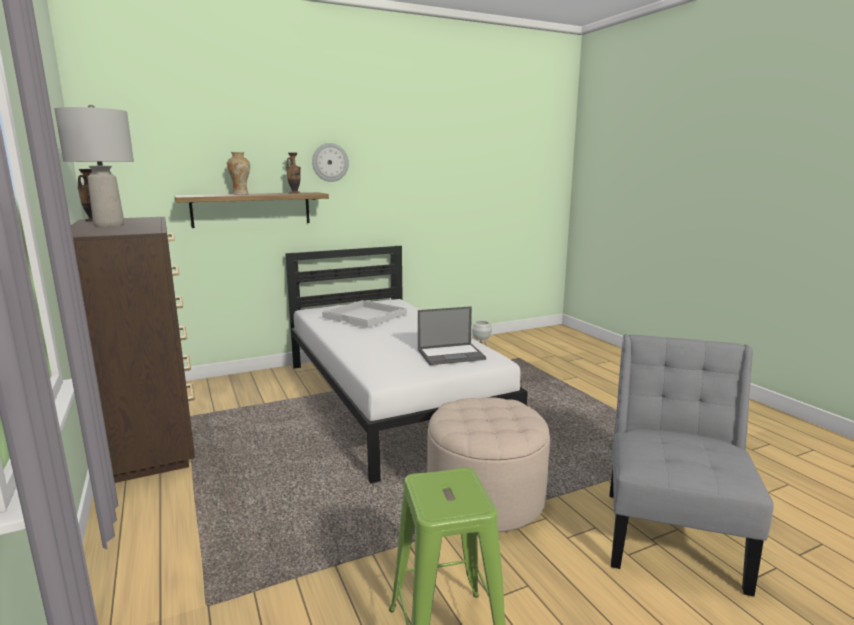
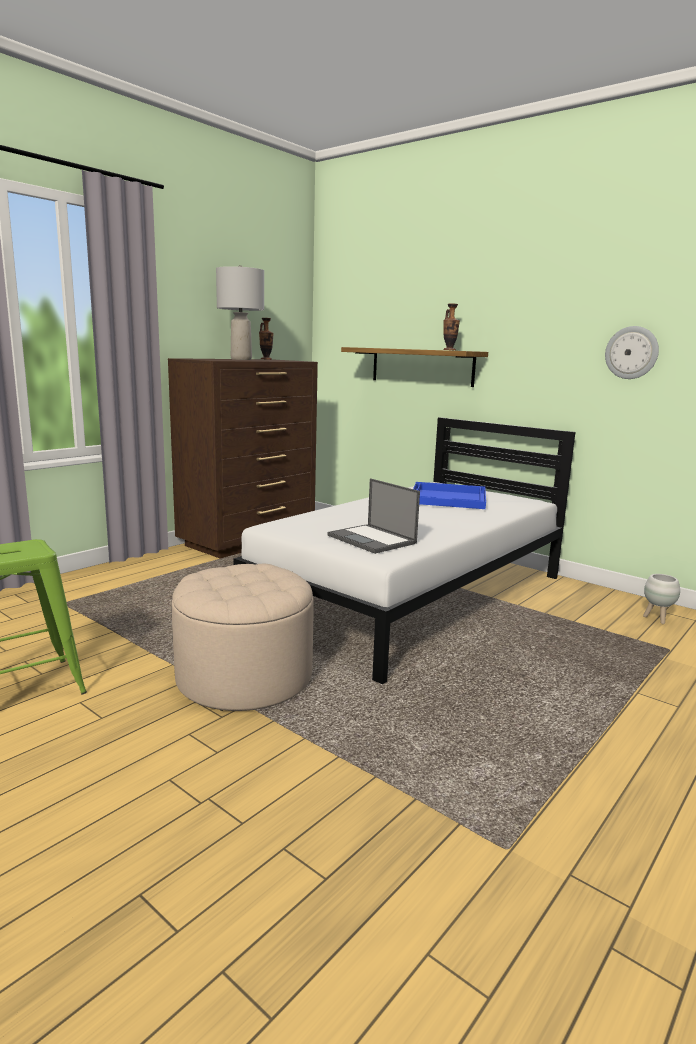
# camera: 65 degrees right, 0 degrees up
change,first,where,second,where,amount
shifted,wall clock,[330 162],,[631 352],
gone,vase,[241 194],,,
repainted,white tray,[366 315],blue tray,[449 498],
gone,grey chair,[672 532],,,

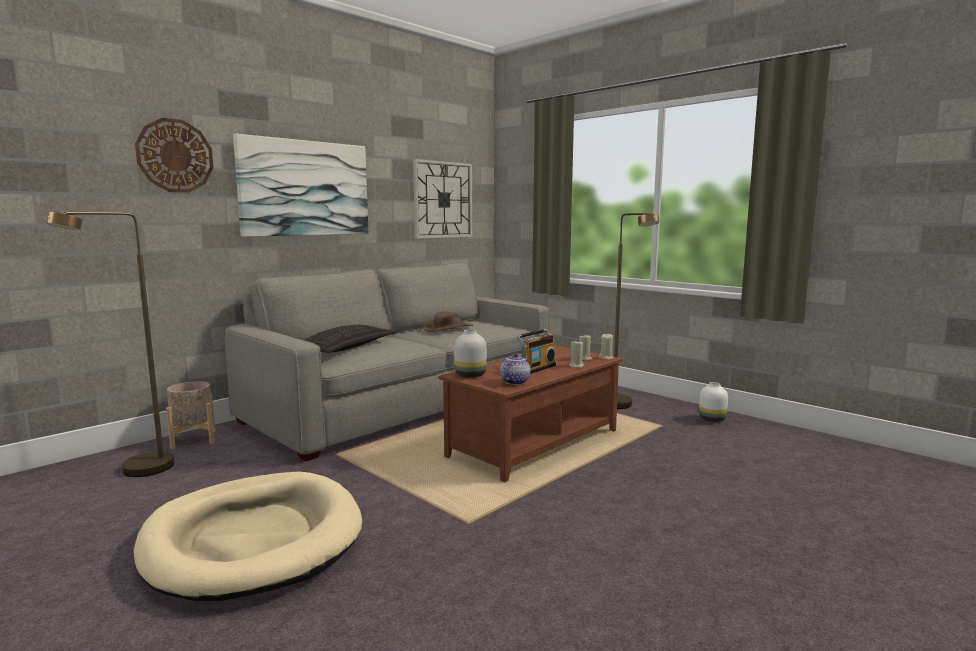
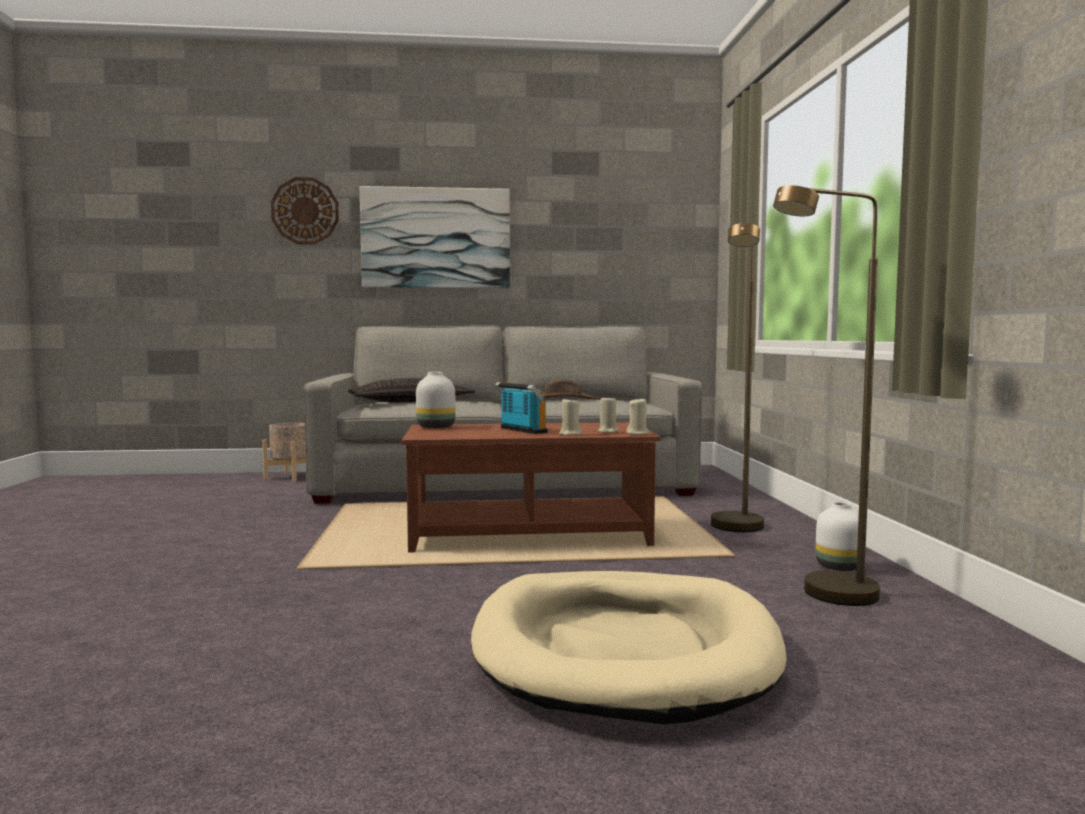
# camera: 40 degrees right, 5 degrees down
change,first,where,second,where,amount
gone,wall clock,[443 200],,,
shifted,brown floor lamp,[137 472],,[826 597],
rotated,radio,[536 368],,[521 430],120 degrees counterclockwise
gone,teapot,[515 382],,,
shifted,beige dog bed,[253 540],,[623 650],

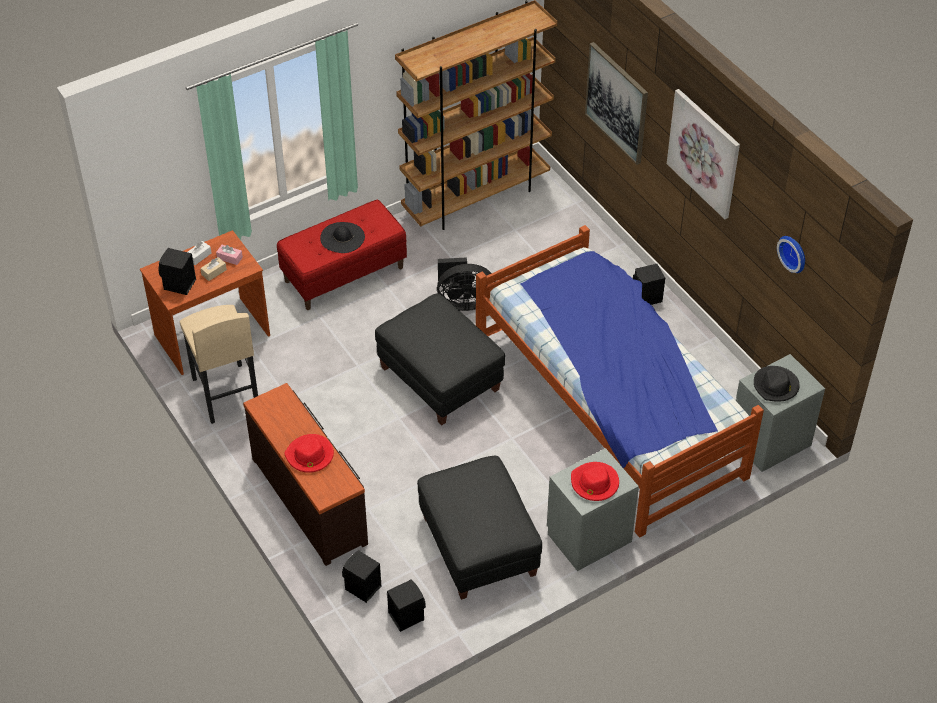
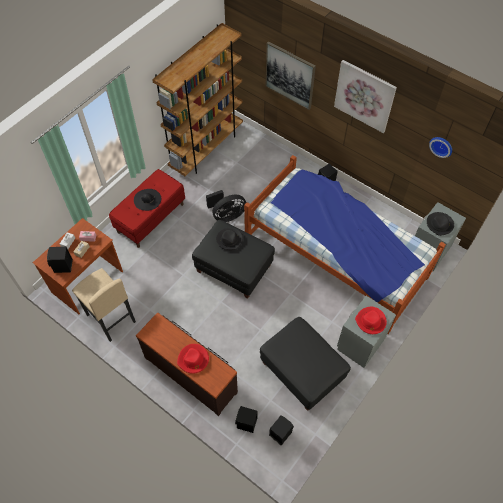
# camera: 20 degrees left, 10 degrees up
change,first,where,second,where,amount
new,,,black hat,[229 239],

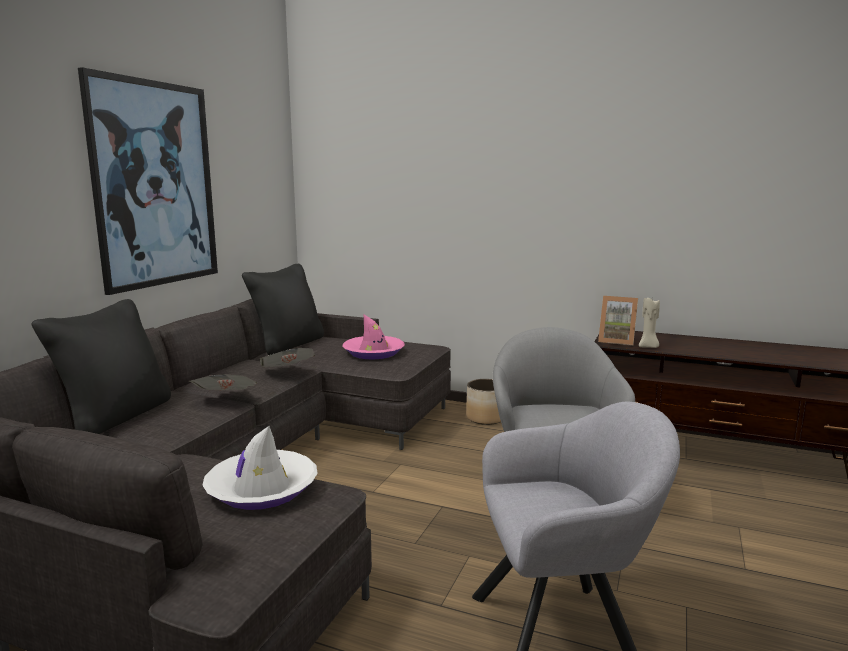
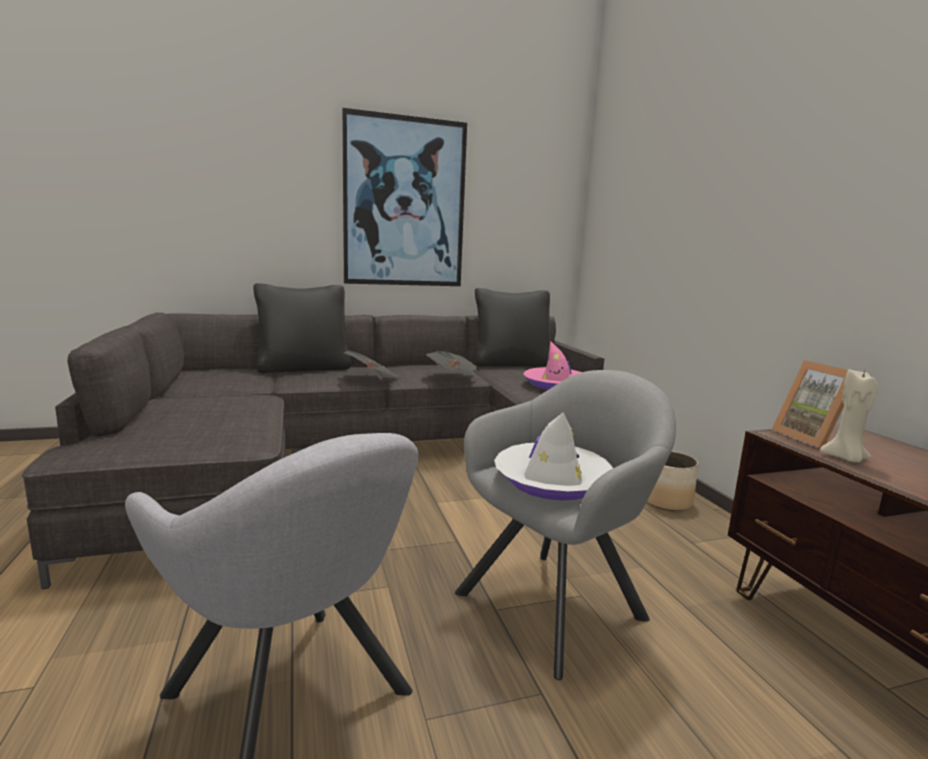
# camera: 50 degrees right, 0 degrees up
change,first,where,second,where,amount
shifted,white hat,[261 489],,[552 481],

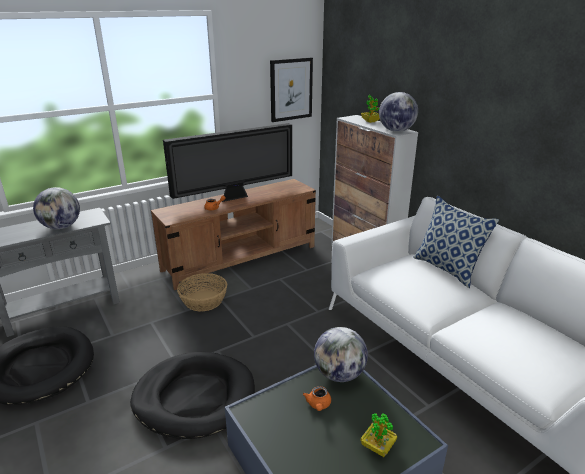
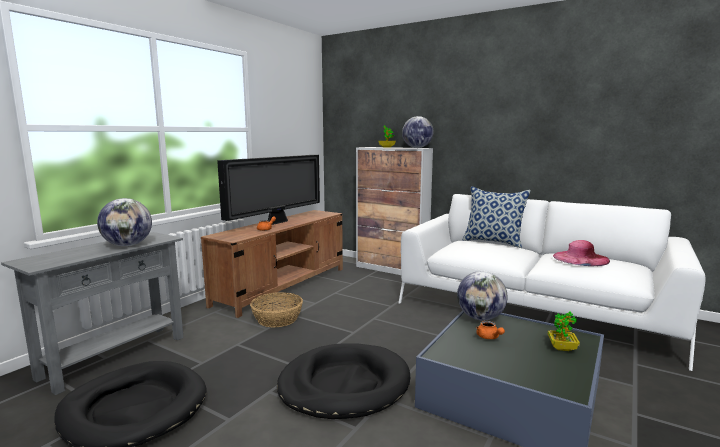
# camera: 25 degrees left, 15 degrees down
change,first,where,second,where,amount
gone,picture,[291 89],,,
new,,,pink hat,[580 258],

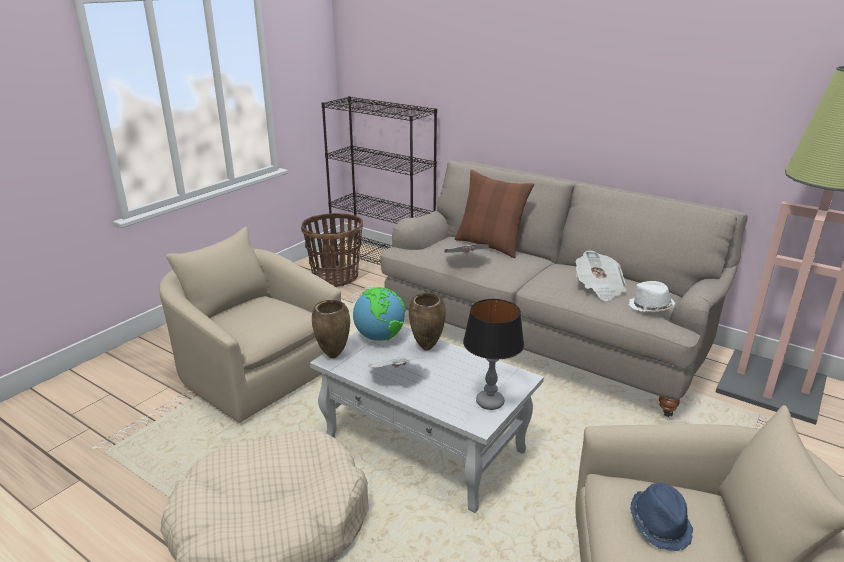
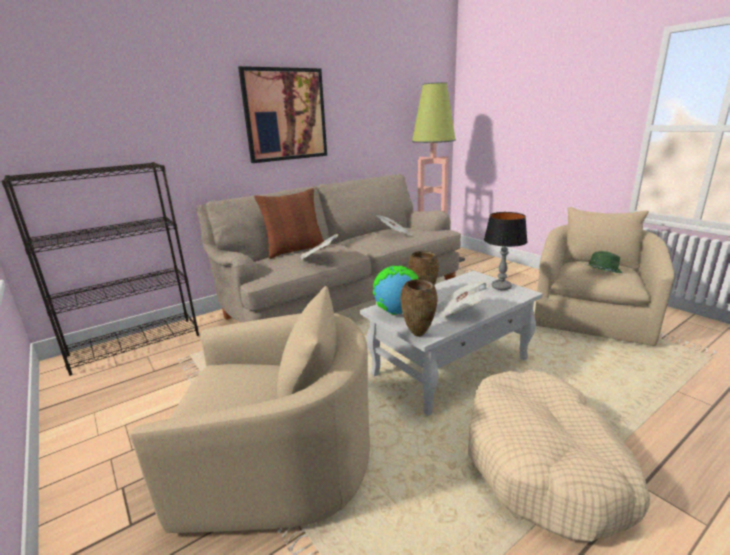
# camera: 70 degrees left, 5 degrees down
change,first,where,second,where,amount
gone,basket,[335 278],,,
rotated,beige armchair,[255 370],,[278 462],150 degrees counterclockwise
gone,white hat,[650 307],,,
repainted,blue hat,[660 525],green hat,[602 271],
new,,,picture,[285 115],

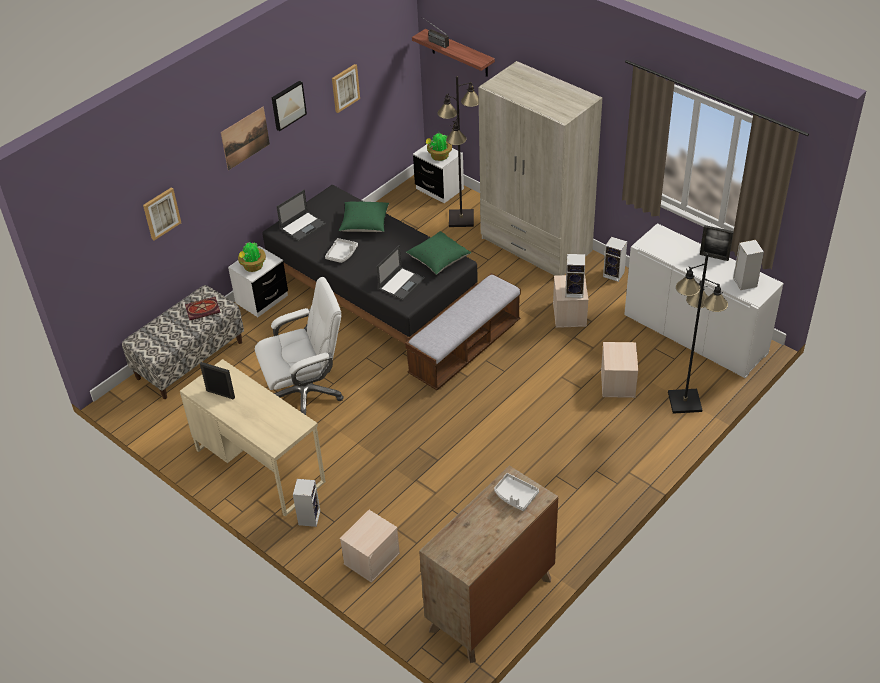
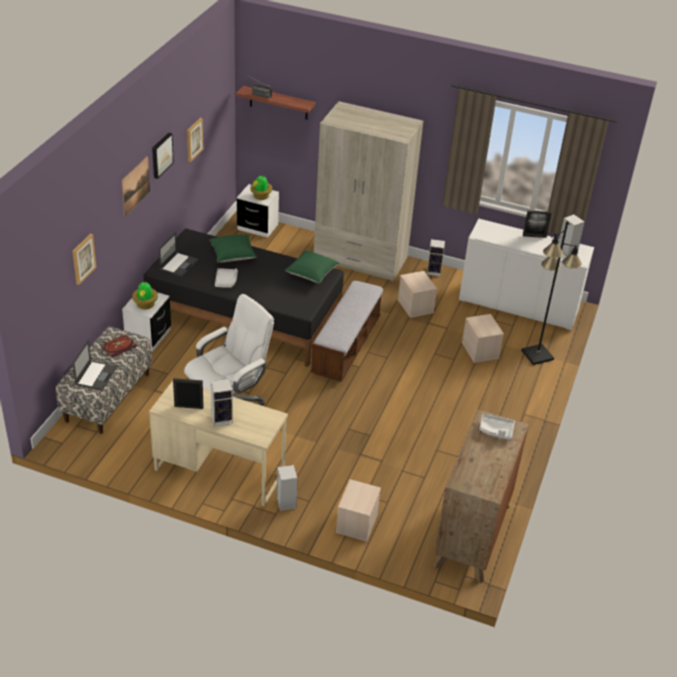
# camera: 25 degrees left, 5 degrees down
change,first,where,second,where,amount
gone,black floor lamp,[461 219],,,
shifted,laptop,[401 283],,[96 375],
shifted,speaker,[575 291],,[222 418],

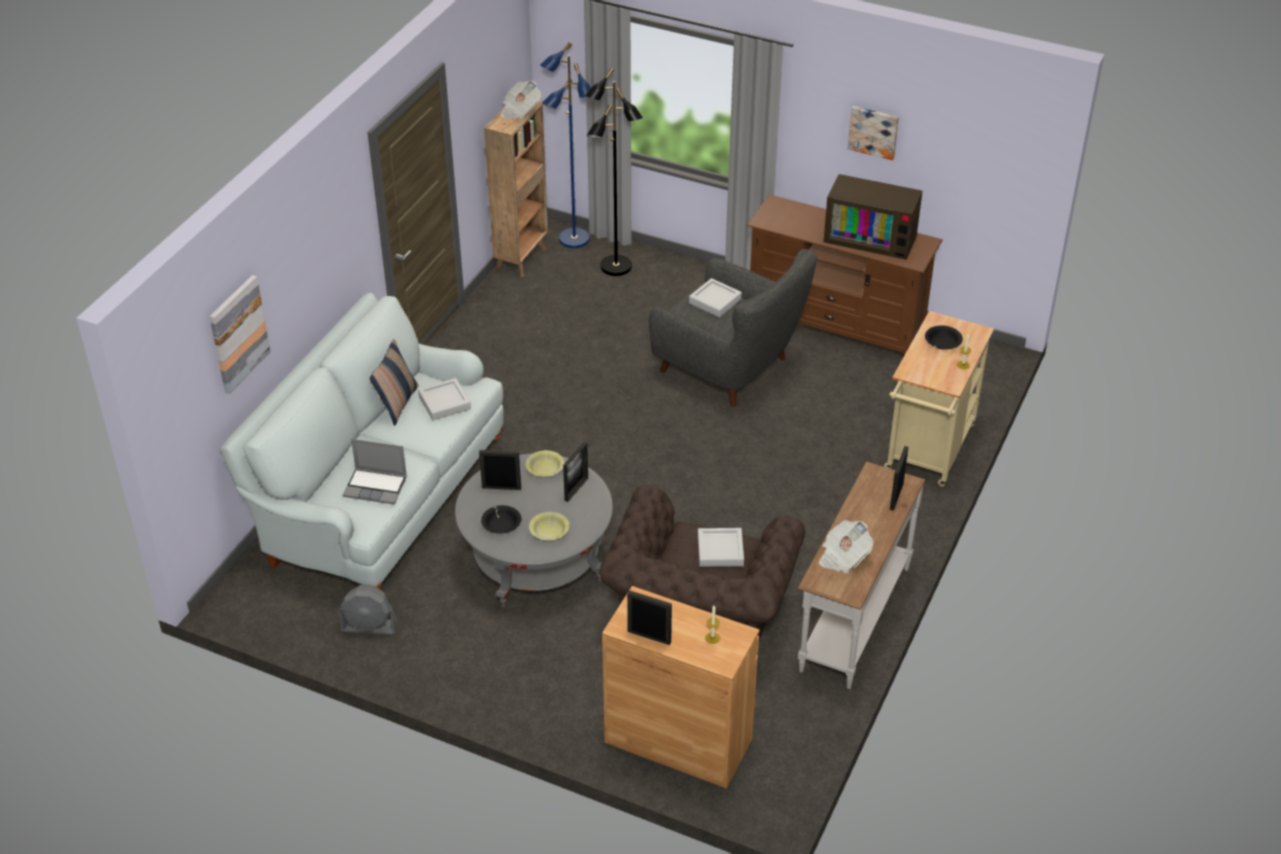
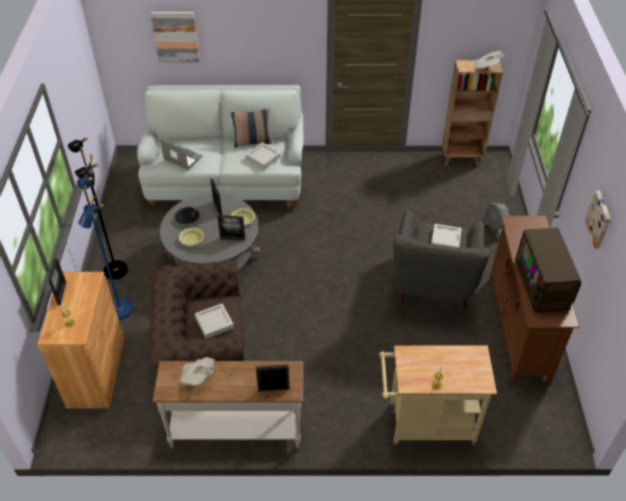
# camera: 65 degrees right, 5 degrees up
change,first,where,second,where,amount
shifted,blue floor lamp,[573 239],,[119 309],
shifted,black floor lamp,[615 267],,[115 270],
gone,black bowl,[942 342],,,
rotated,laptop,[376 486],,[182 158],135 degrees clockwise
shifted,grey fan,[369 626],,[495 228],

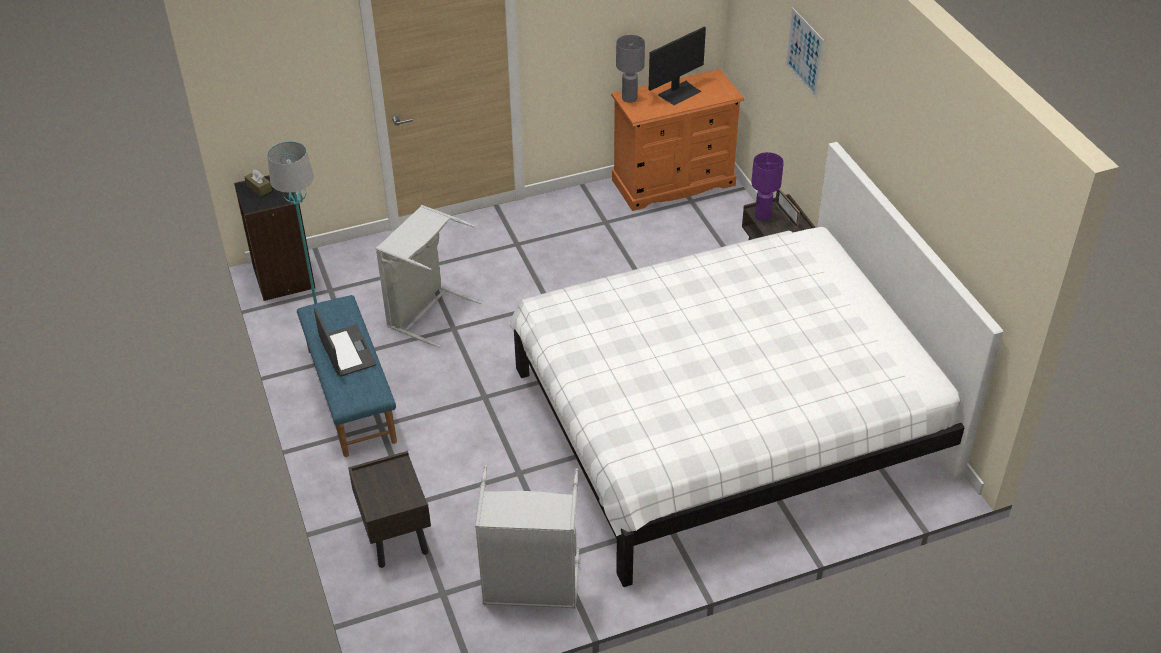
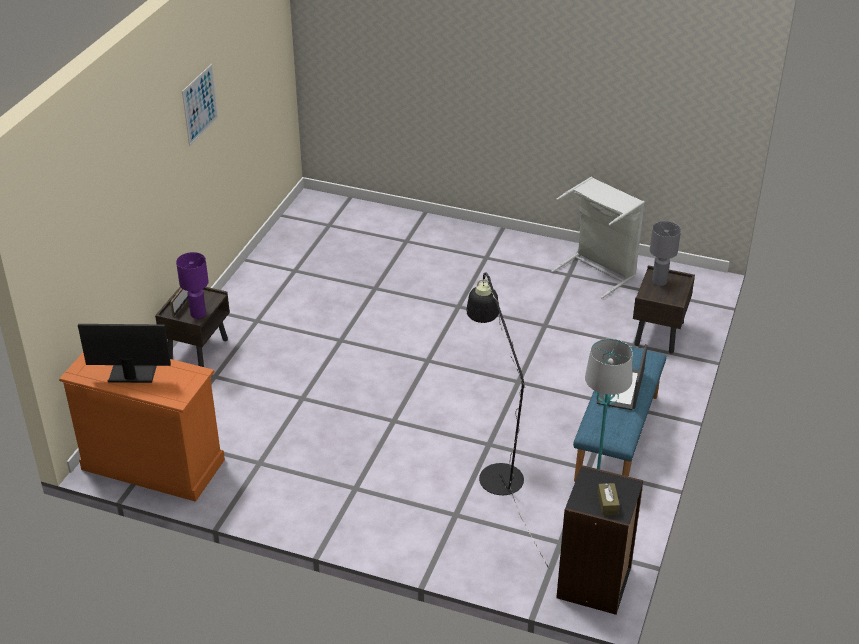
# camera: 140 degrees left, 5 degrees down
change,first,where,second,where,amount
shifted,picture,[804 52],,[200 104],
shifted,grey table lamp,[629 98],,[659 282],
gone,white bed,[727 420],,,
swapped,grey laundry basket,[426 312],black floor lamp,[496 471],

